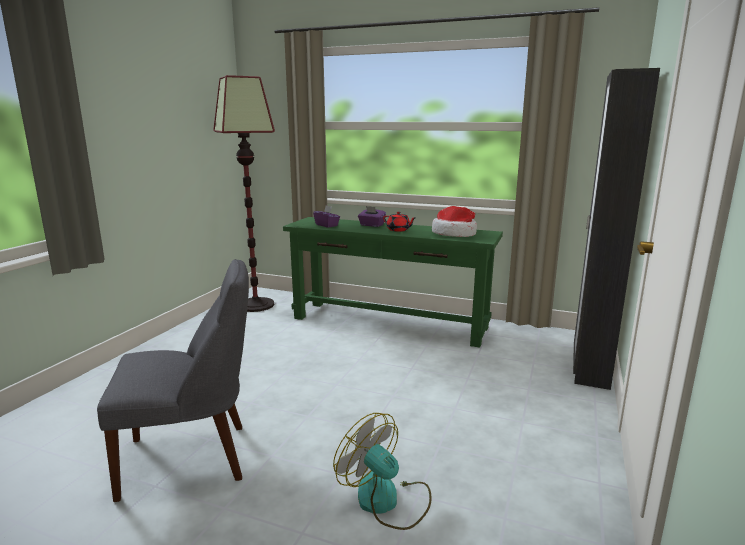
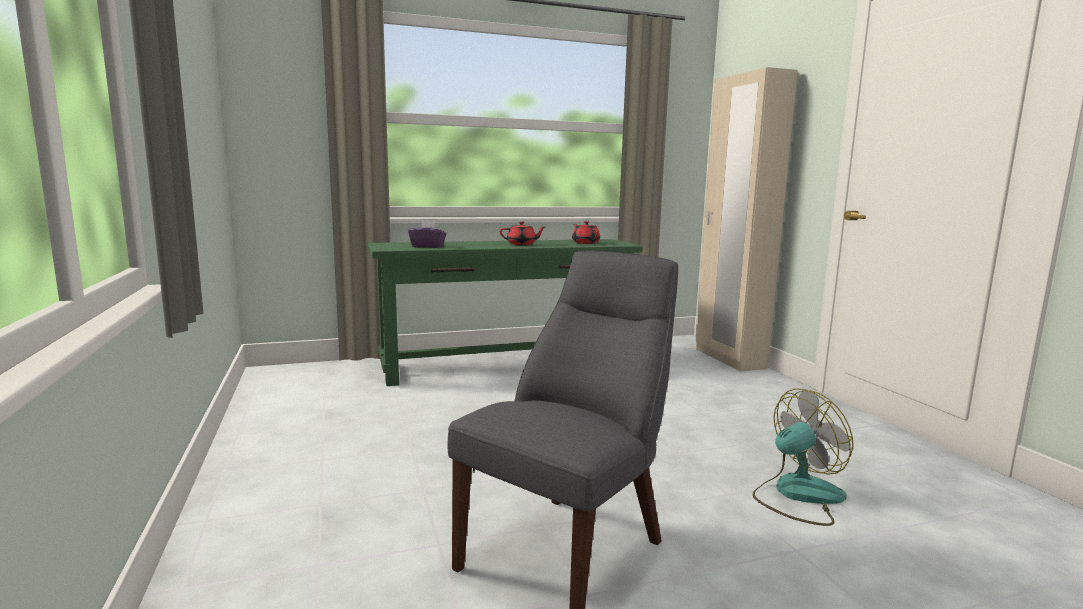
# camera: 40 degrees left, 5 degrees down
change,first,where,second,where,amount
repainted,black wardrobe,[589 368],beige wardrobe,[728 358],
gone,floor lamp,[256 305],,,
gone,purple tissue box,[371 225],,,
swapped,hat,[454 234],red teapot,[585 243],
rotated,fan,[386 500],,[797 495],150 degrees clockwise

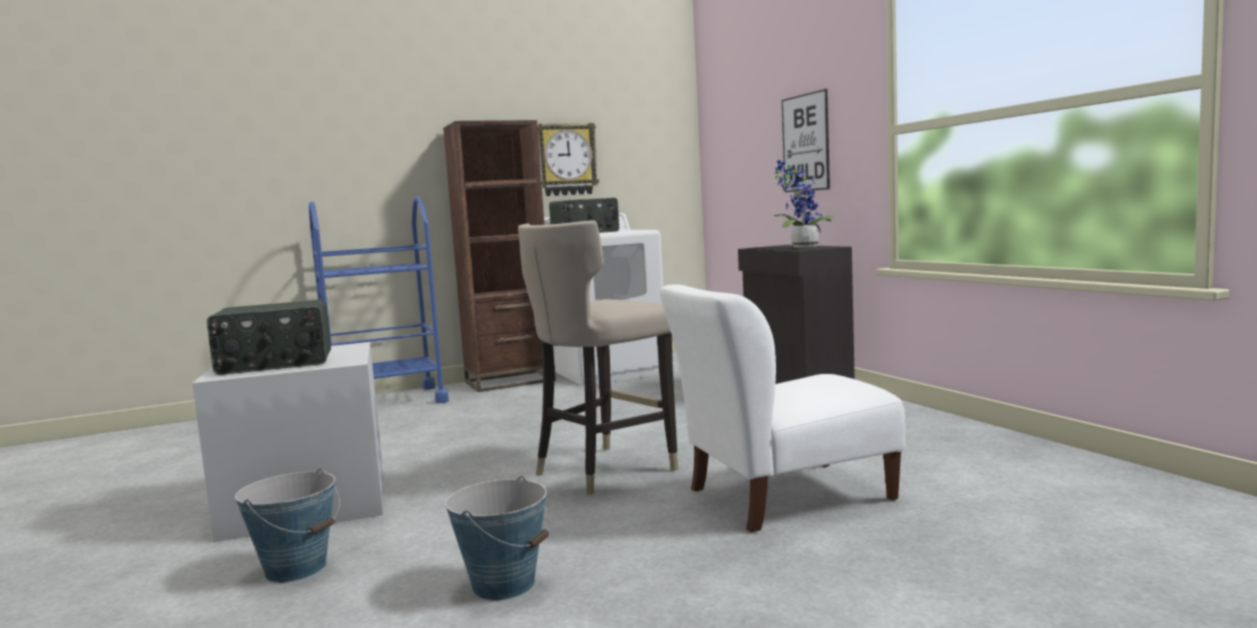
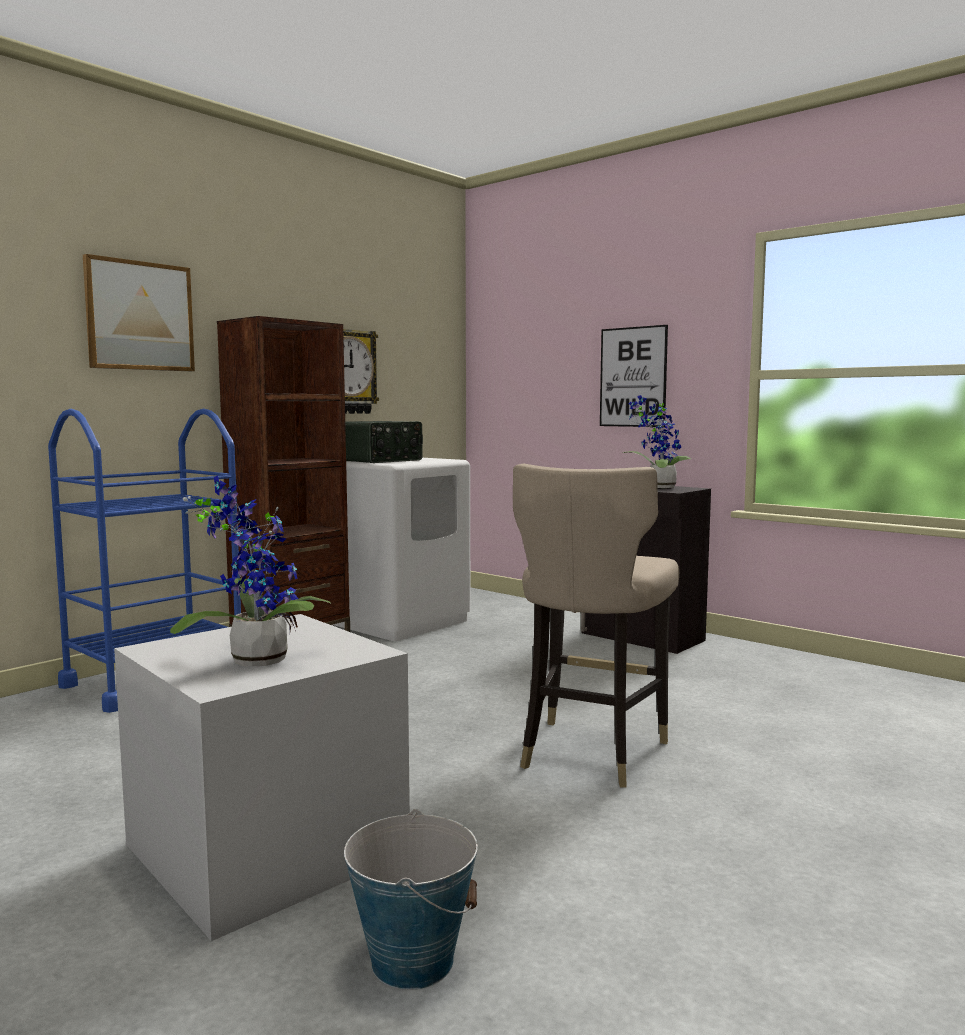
# camera: 25 degrees left, 0 degrees up
change,first,where,second,where,amount
gone,white chair,[782 497],,,
swapped,radio,[275 364],potted plant,[255 659],
gone,bucket,[504 585],,,
new,,,picture,[139 316],

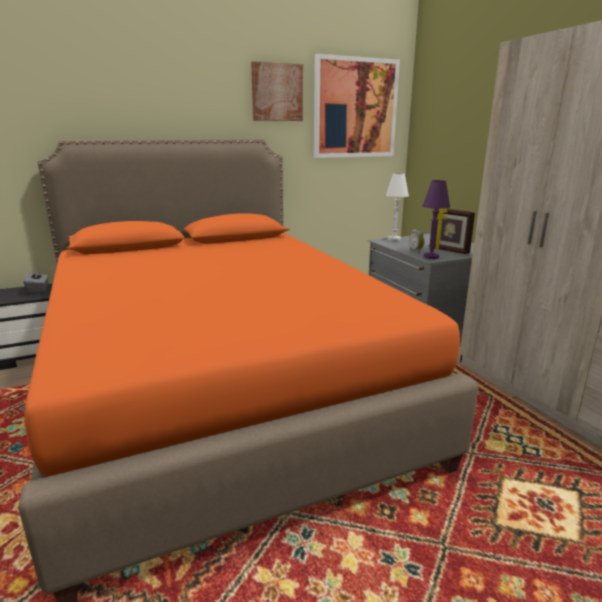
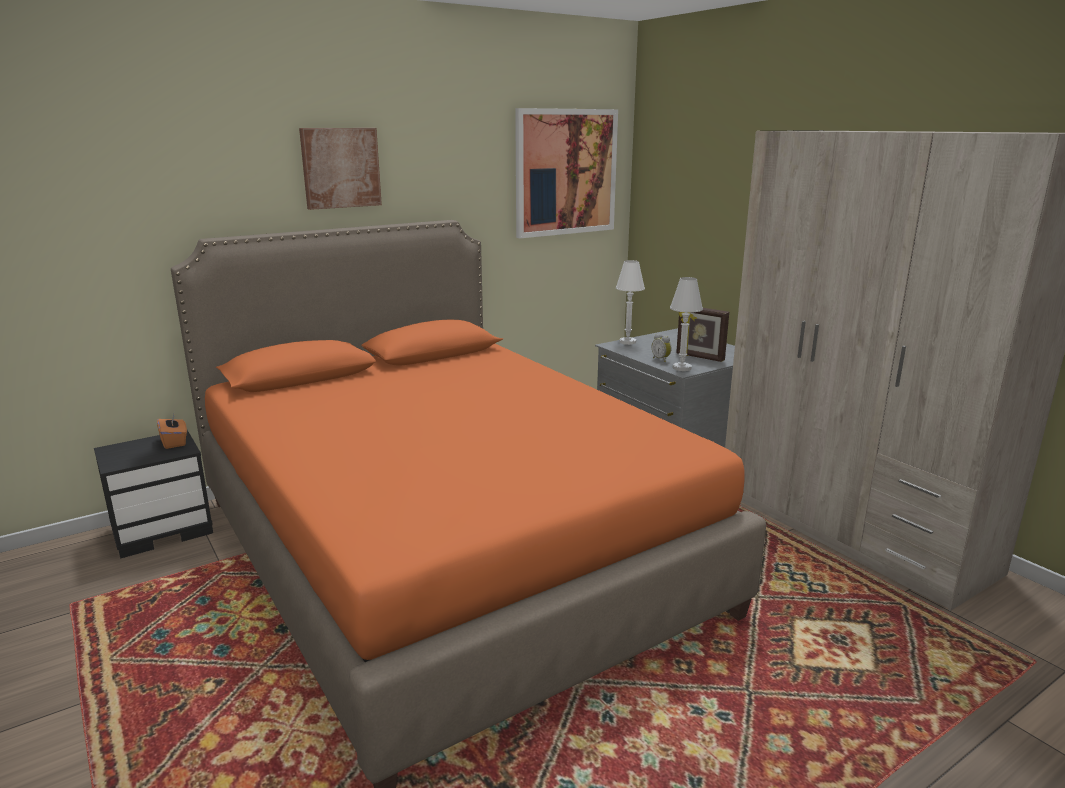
# camera: 10 degrees left, 0 degrees up
change,first,where,second,where,amount
shifted,picture,[277 92],,[340 168],
repainted,purple table lamp,[431 257],white table lamp,[681 368],
repainted,grey tissue box,[39 290],orange tissue box,[174 442],

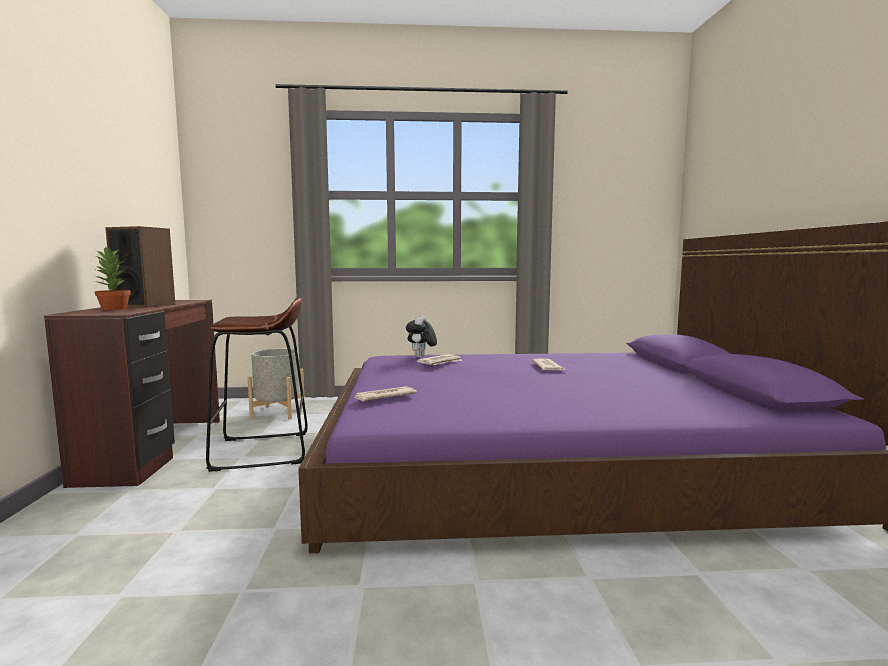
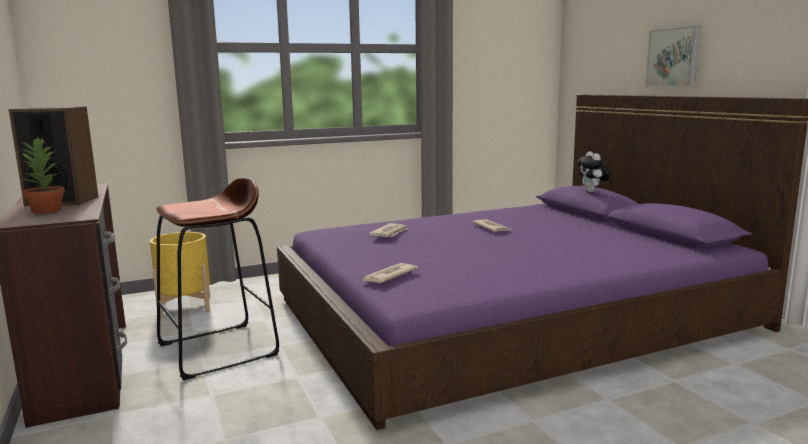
# camera: 20 degrees left, 5 degrees up
change,first,where,second,where,amount
shifted,plush toy,[421 357],,[592 192],
repainted,grey planter,[278 412],yellow planter,[185 306],
new,,,picture,[674 57],

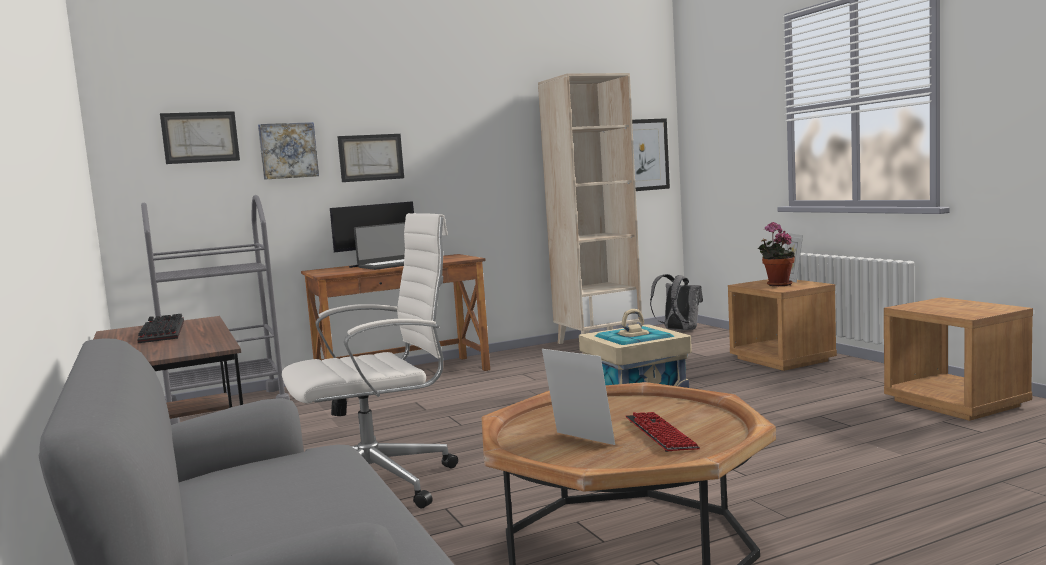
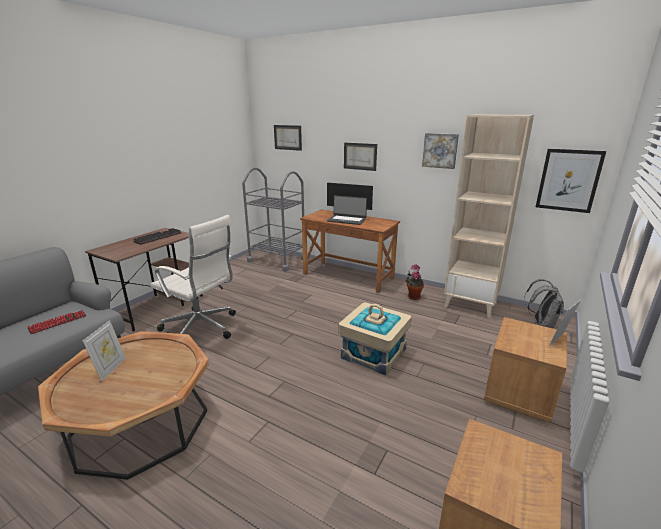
# camera: 55 degrees right, 15 degrees up
change,first,where,second,where,amount
shifted,picture,[288 150],,[440 150],
shifted,potted plant,[777 285],,[413 296],
shifted,keyboard,[660 434],,[58 322],

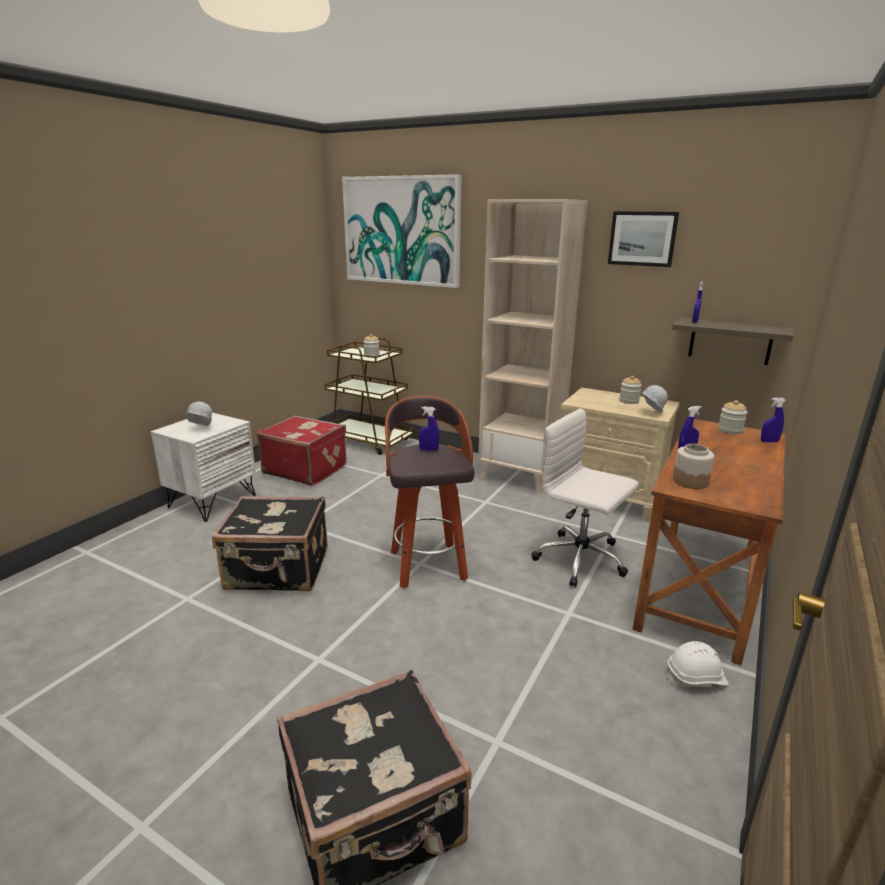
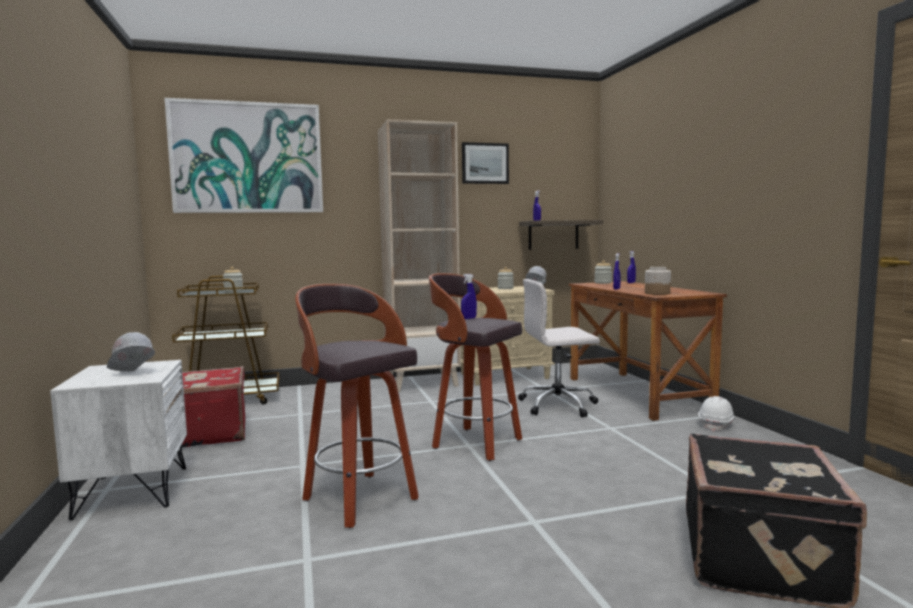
# camera: 45 degrees left, 15 degrees down
change,first,where,second,where,amount
swapped,black suitcase,[278 570],stool,[358 498],

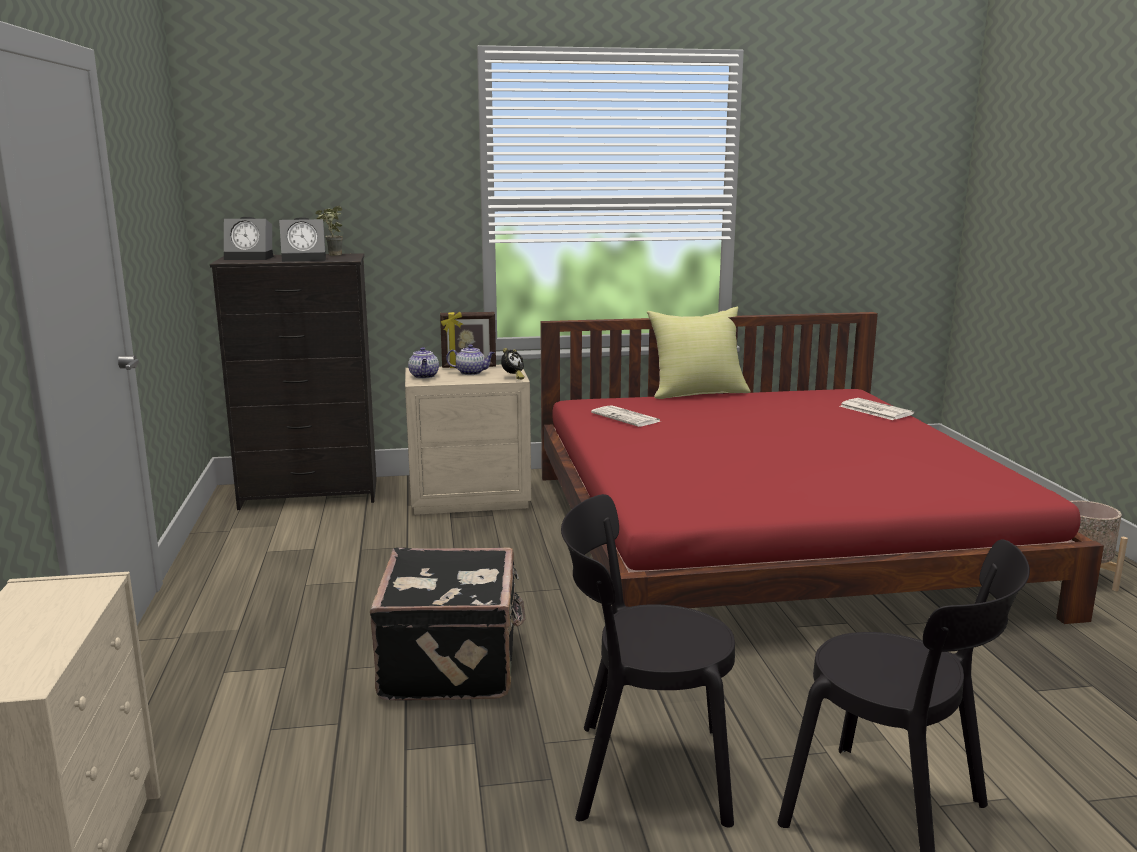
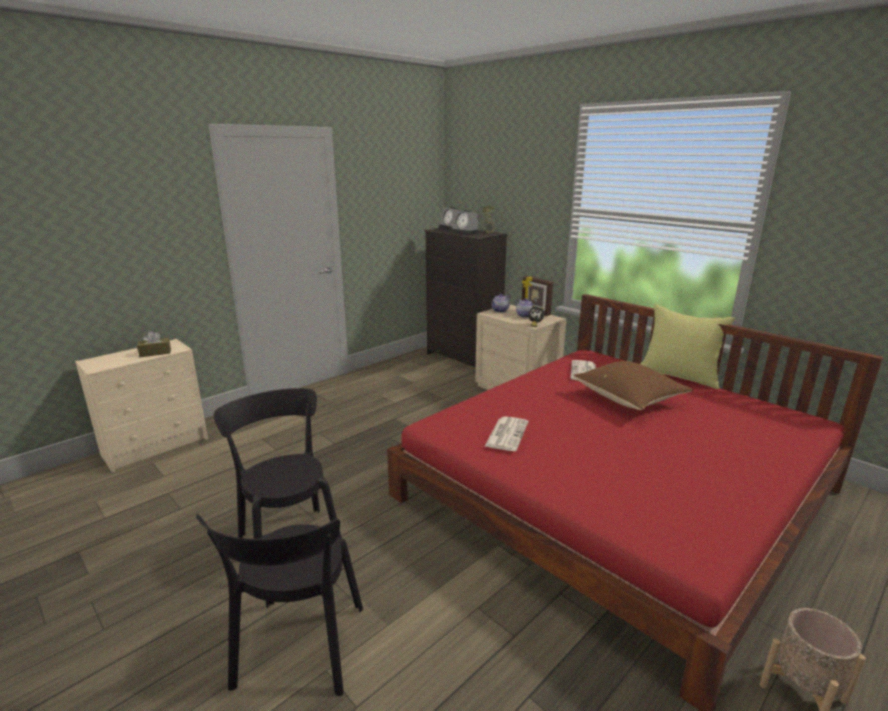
# camera: 55 degrees right, 5 degrees up
change,first,where,second,where,amount
shifted,newspaper,[874 410],,[506 434],
gone,black suitcase,[453 663],,,
new,,,brown tissue box,[155 353],
new,,,brown pillow,[630 399],

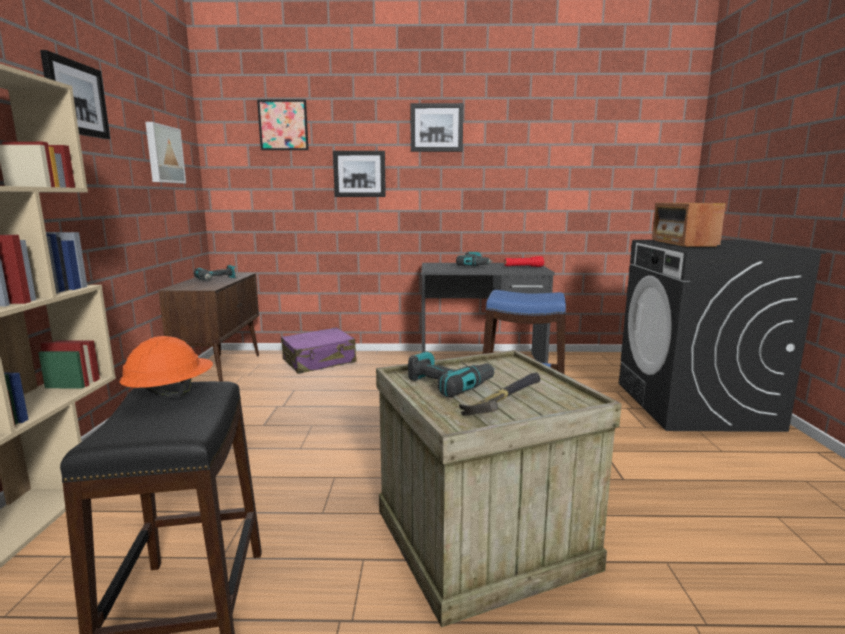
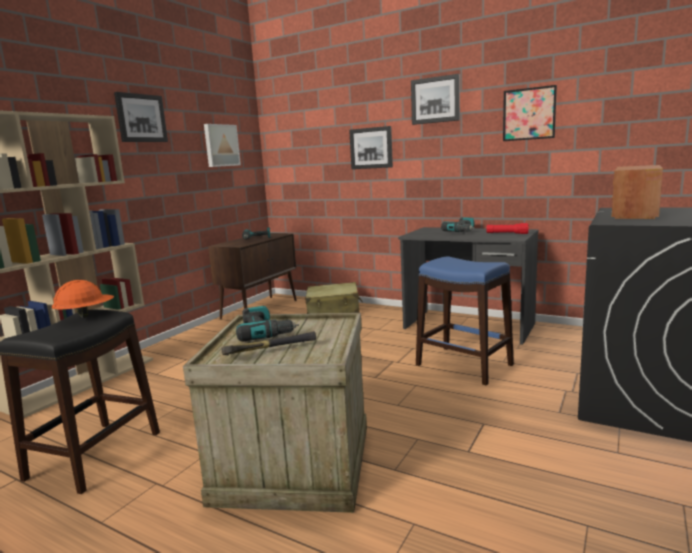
# camera: 30 degrees right, 0 degrees up
change,first,where,second,where,amount
shifted,picture,[283 125],,[529 114],
repainted,purple suitcase,[319 361],beige suitcase,[333 309],

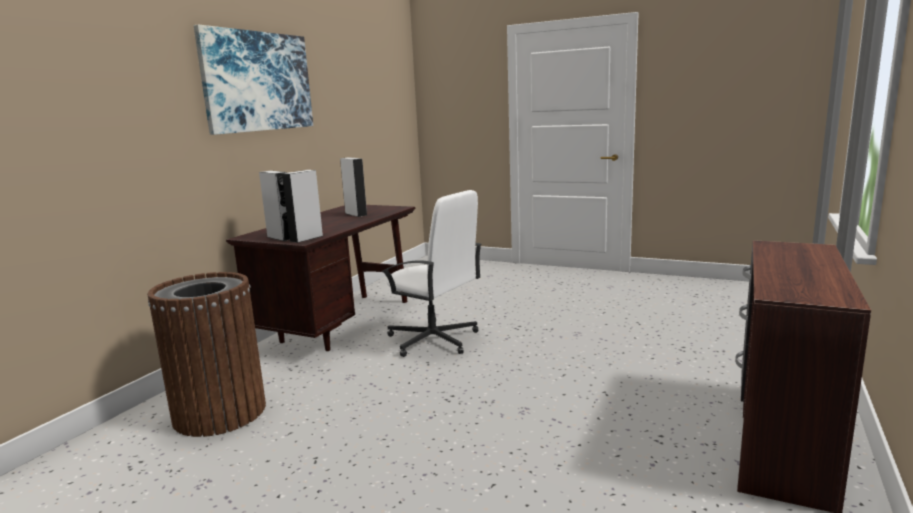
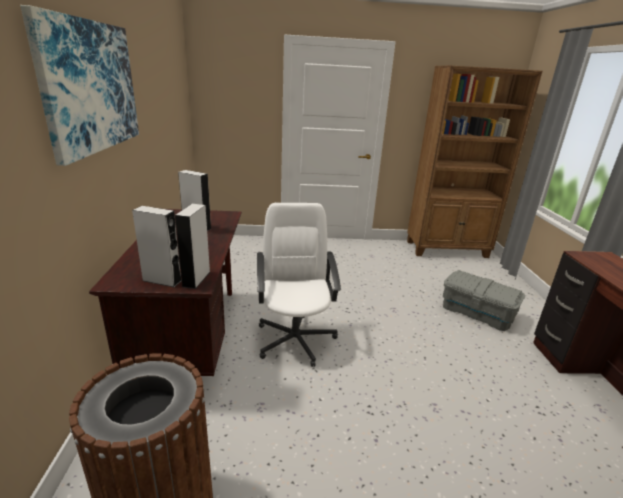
# camera: 30 degrees left, 10 degrees up
change,first,where,second,where,amount
rotated,white office chair,[434 340],,[295 339],105 degrees counterclockwise
new,,,brown bookcase,[447 249],
new,,,grey storage box,[477 312],

